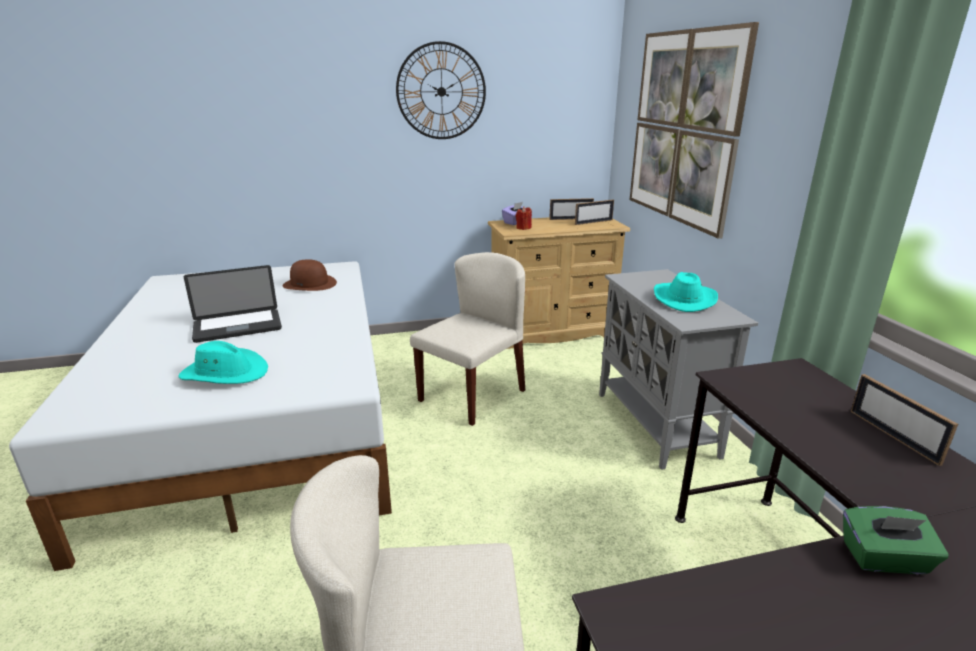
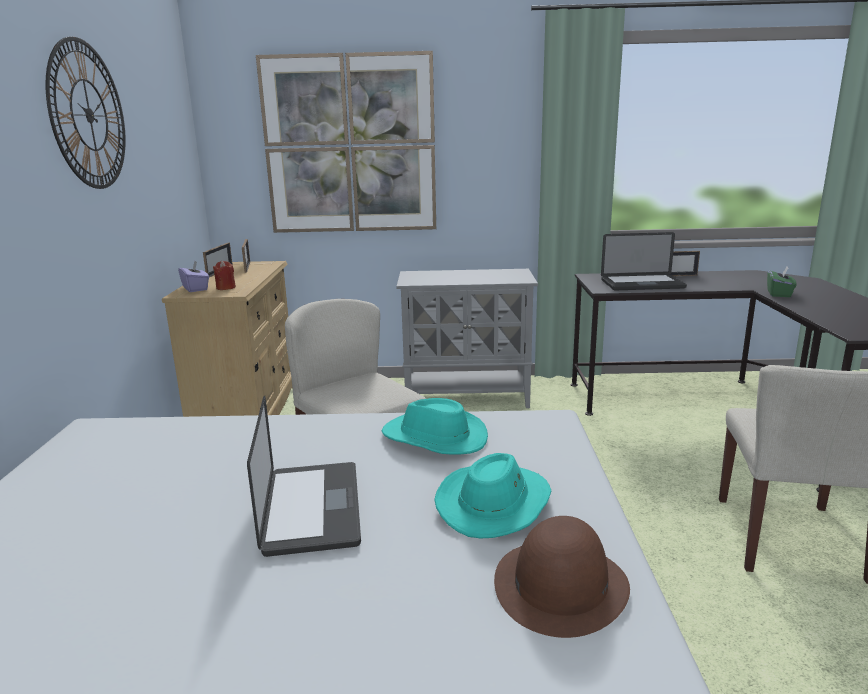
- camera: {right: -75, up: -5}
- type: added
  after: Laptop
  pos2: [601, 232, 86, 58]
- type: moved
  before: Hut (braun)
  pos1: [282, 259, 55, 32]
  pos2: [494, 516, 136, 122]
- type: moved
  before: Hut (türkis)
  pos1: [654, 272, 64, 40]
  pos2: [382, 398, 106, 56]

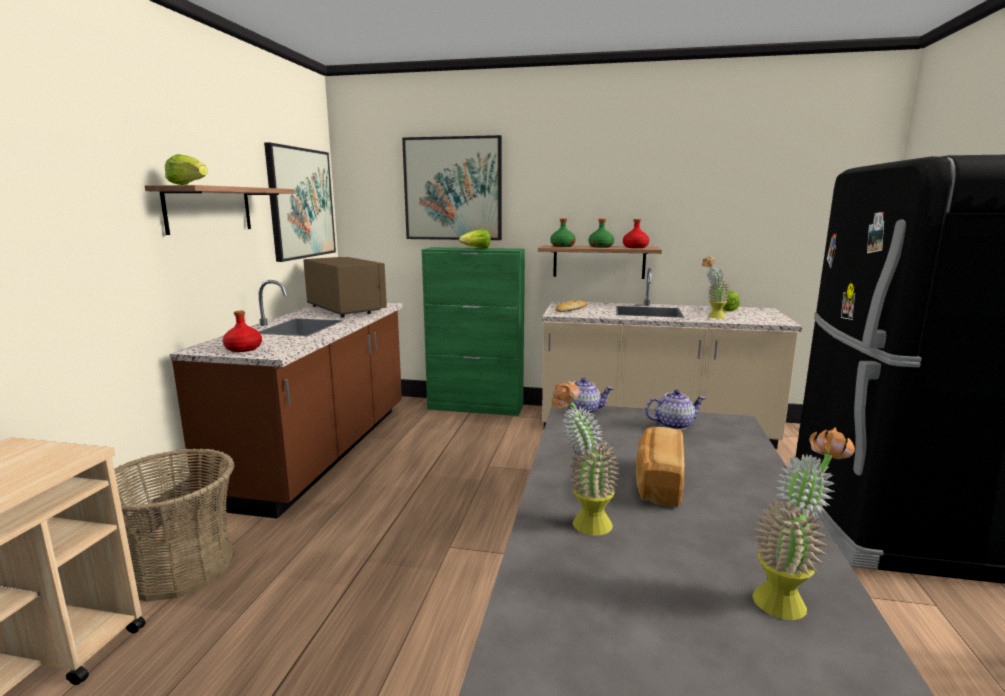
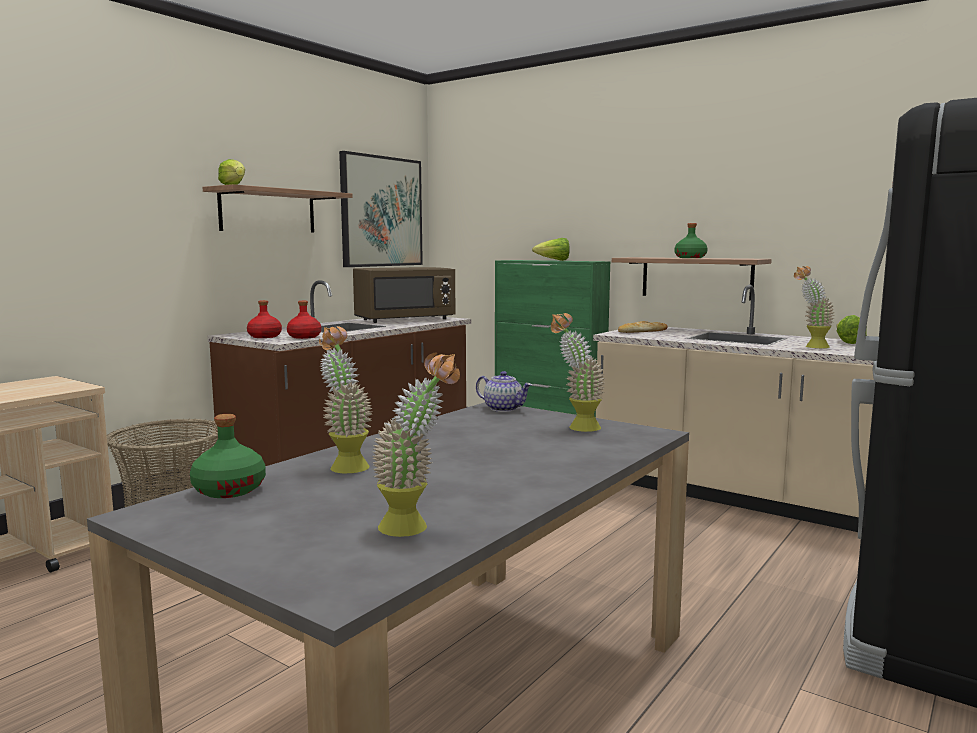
- camera: {right: 25, up: -5}
- type: removed
  before: Bild
  pos1: [402, 135, 100, 105]
- type: removed
  before: Brot
  pos1: [636, 427, 48, 80]
- type: moved
  before: Flasche (grün)
  pos1: [550, 218, 26, 29]
  pos2: [190, 414, 76, 84]
- type: moved
  before: Flasche (rot)
  pos1: [623, 219, 26, 29]
  pos2: [287, 301, 34, 38]
- type: replaced
  before: Teekanne
  after: Topfpflanze
  pos1: [645, 390, 61, 40]
  pos2: [551, 313, 54, 119]
- type: turned
  before: Mikrowelle (braun)
  pos1: [303, 257, 84, 60]
  pos2: [353, 267, 102, 56]
  turn: 75

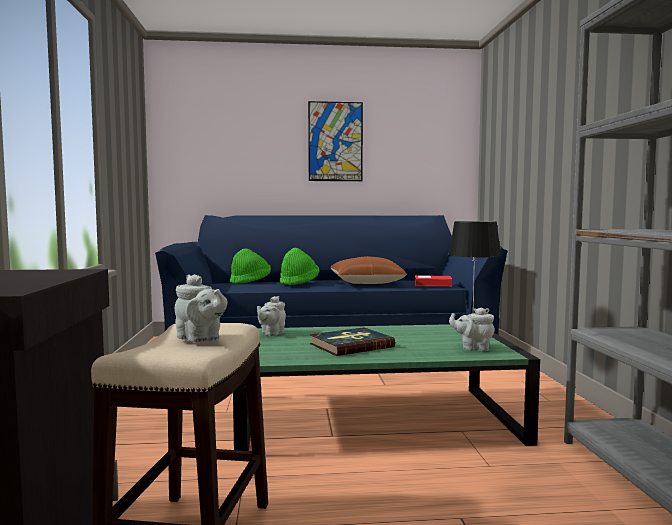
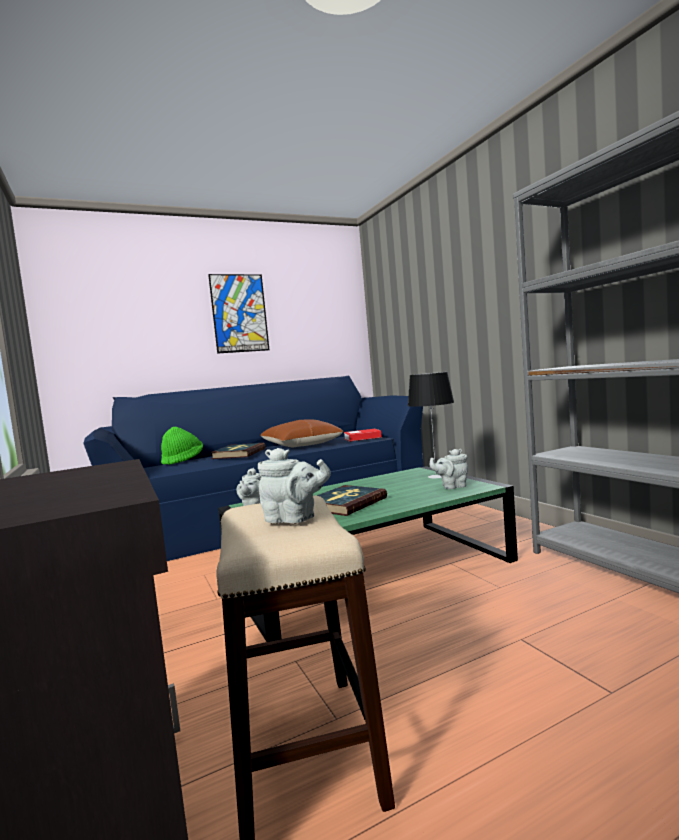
- camera: {right: -20, up: 0}
- type: replaced
  before: Hut (grün)
  after: Buch
  pos1: [280, 248, 40, 37]
  pos2: [210, 443, 56, 16]

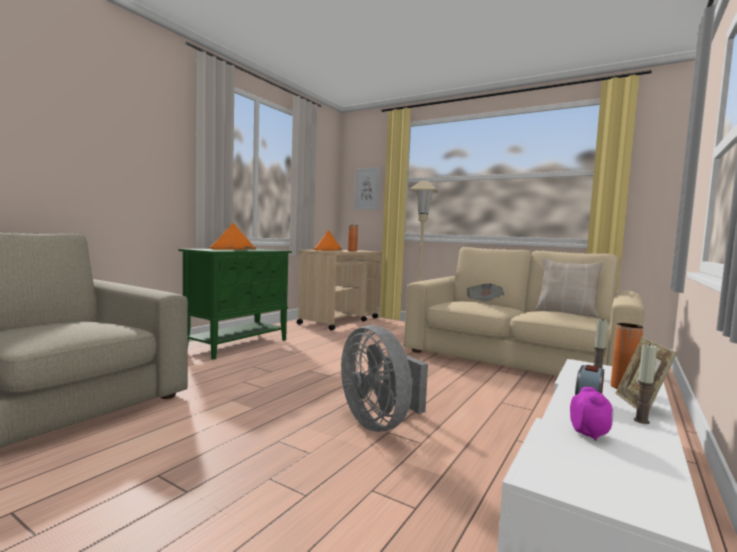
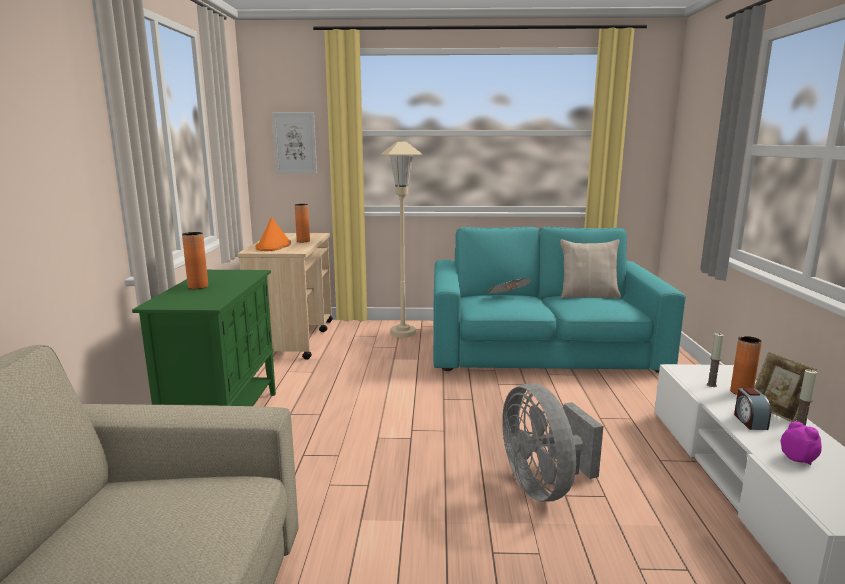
- camera: {right: -30, up: 10}
- type: replaced
  before: Hut (orange)
  after: Vase (orange)
  pos1: [210, 223, 46, 27]
  pos2: [182, 232, 26, 57]
- type: recoloured
  before: Sofa (beige)
  after: Sofa (türkis)
  pos1: [404, 247, 240, 129]
  pos2: [433, 227, 253, 146]
- type: turned
  before: Ventilator (grau)
  pos1: [341, 325, 87, 107]
  pos2: [502, 383, 101, 119]
  turn: 45

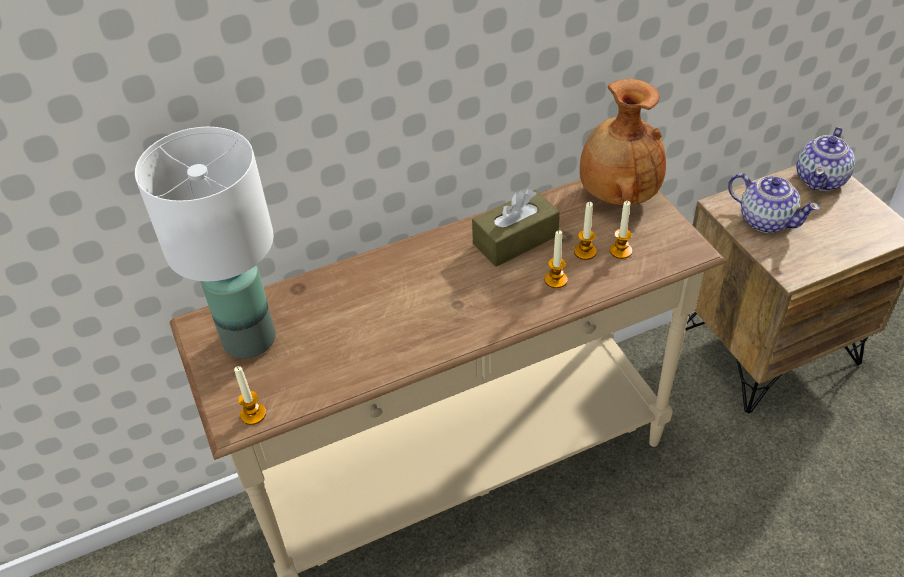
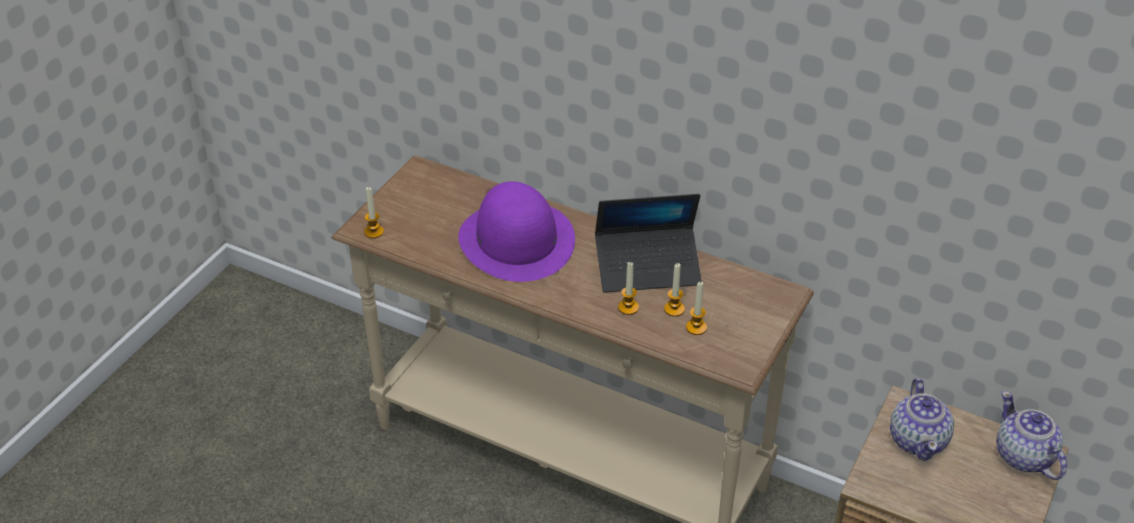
- camera: {right: 50, up: -5}
- type: removed
  before: Tischlampe (weiß)
  pos1: [135, 127, 141, 232]
- type: removed
  before: Vase (braun)
  pos1: [580, 78, 86, 127]
- type: added
  after: Hut (lila)
  pos2: [458, 181, 117, 101]
- type: replaced
  before: Taschentuchbox (braun)
  after: Laptop
  pos1: [472, 189, 88, 78]
  pos2: [595, 194, 107, 99]
- type: turned
  before: Teekanne
  pos1: [796, 127, 59, 64]
  pos2: [996, 391, 71, 89]
  turn: 75

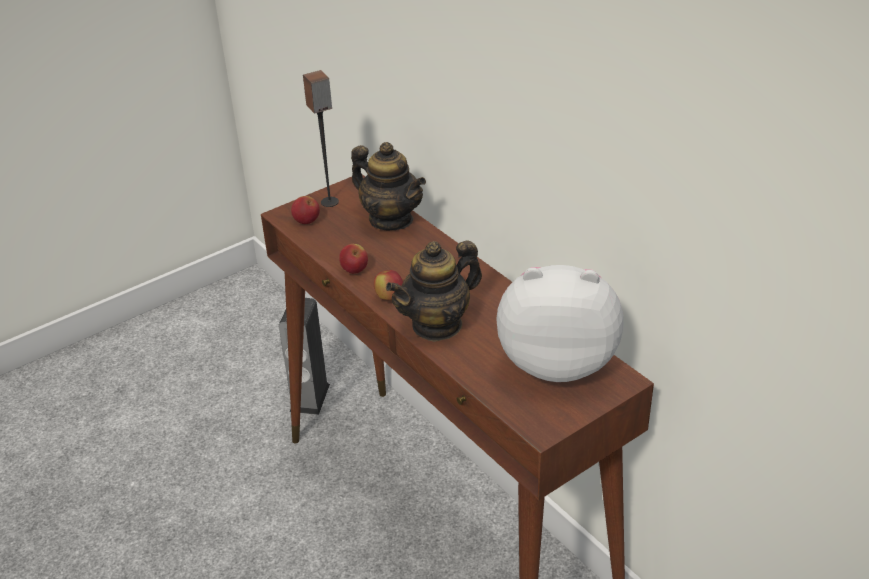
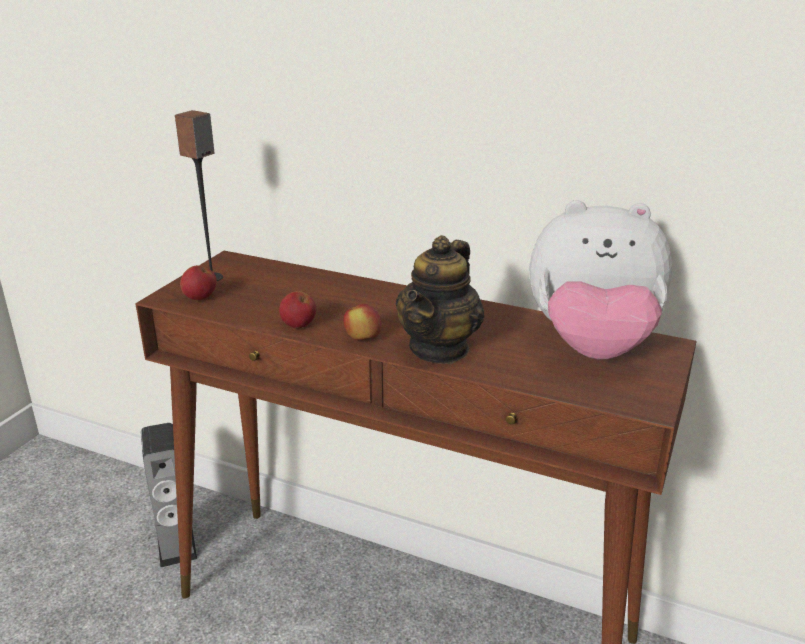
- camera: {right: -30, up: -10}
- type: removed
  before: Teekanne
  pos1: [351, 142, 75, 88]
- type: turned
  before: Plüschtier
  pos1: [496, 265, 128, 117]
  pos2: [529, 200, 143, 160]
  turn: -150

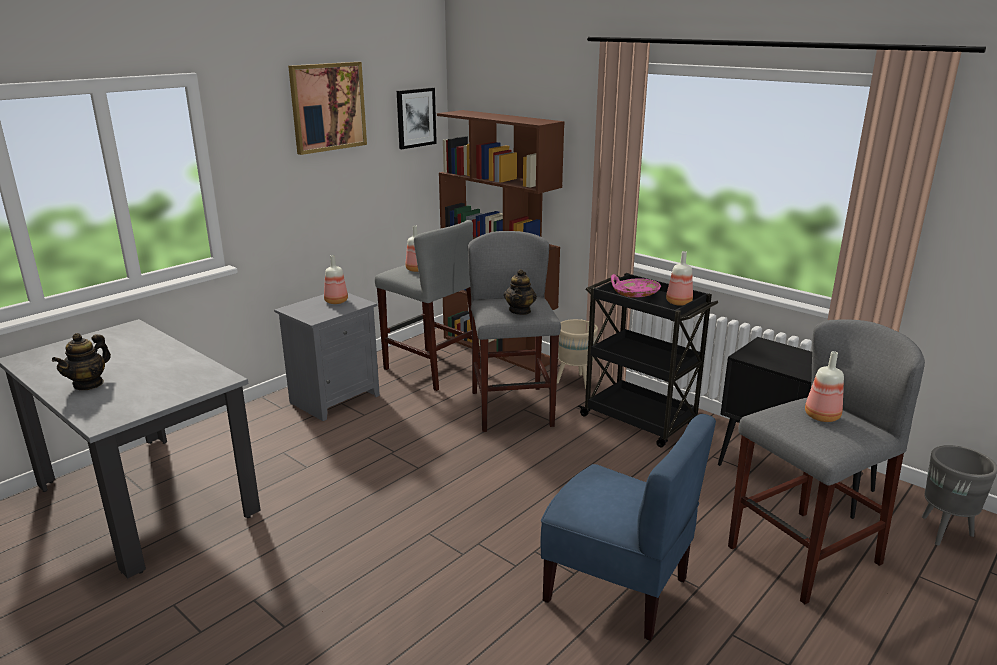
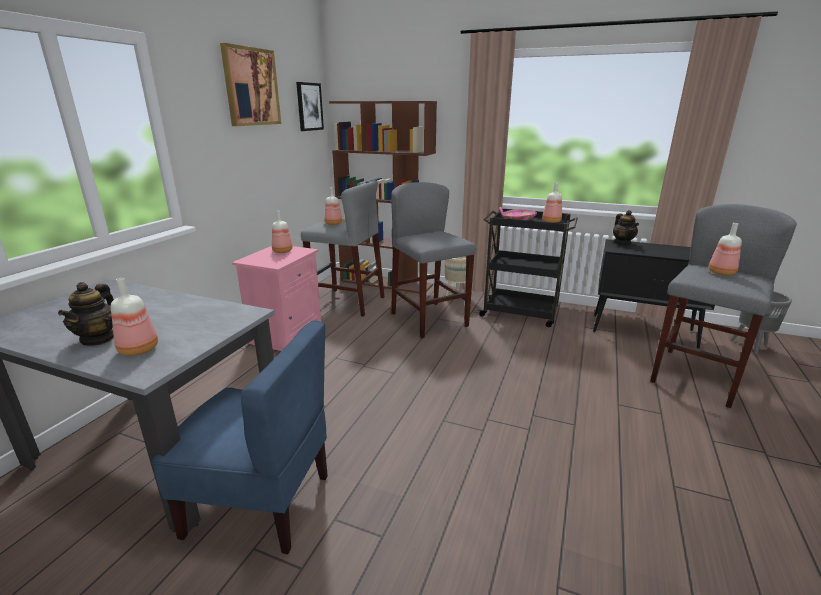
- camera: {right: -20, up: 0}
- type: added
  after: Flasche
  pos2: [111, 278, 47, 78]
- type: moved
  before: Teekanne
  pos1: [504, 269, 33, 46]
  pos2: [613, 210, 26, 35]
- type: moved
  before: Stuhl (blau)
  pos1: [540, 414, 176, 227]
  pos2: [151, 321, 177, 233]
- type: recoloured
  before: Nachttisch (grau)
  after: Nachttisch (rosa)
  pos1: [274, 293, 106, 128]
  pos2: [232, 246, 89, 105]

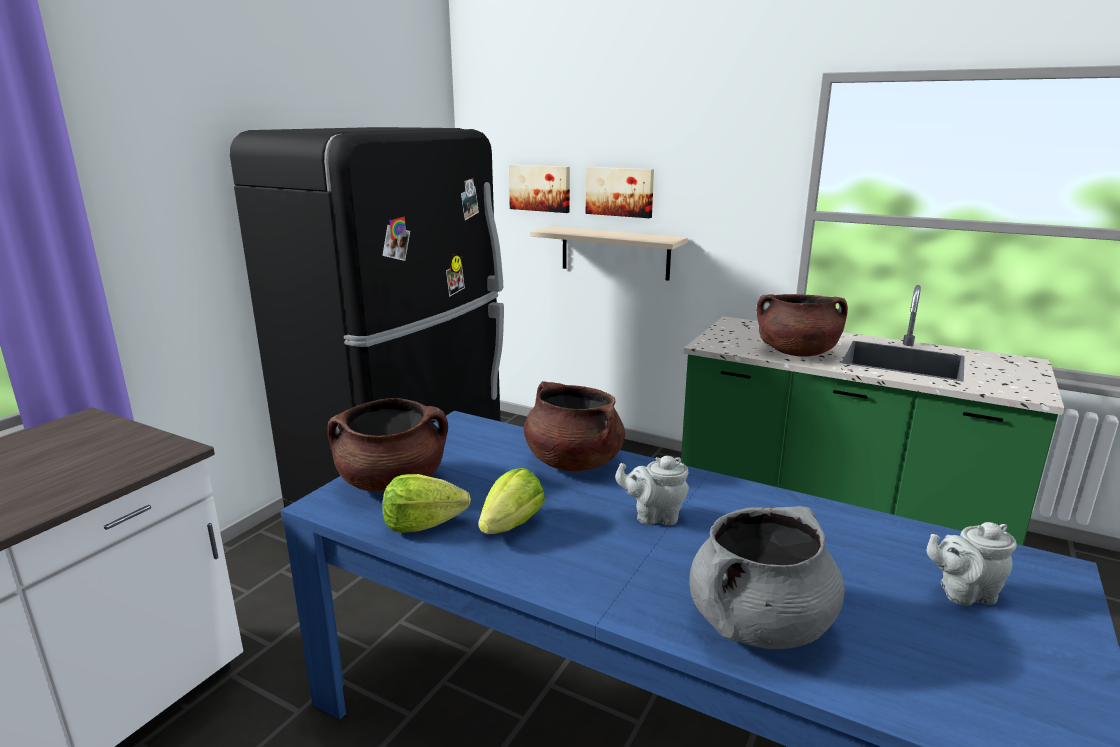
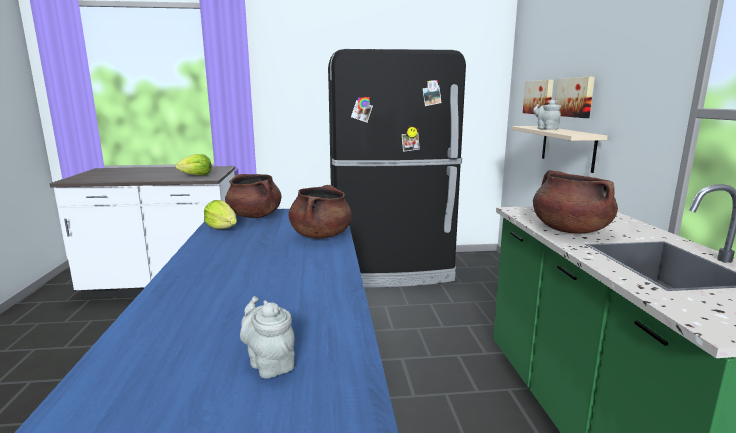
- camera: {right: 55, up: -5}
- type: removed
  before: Kochtopf (grau)
  pos1: [689, 506, 156, 143]
- type: moved
  before: Salatkopf
  pos1: [478, 468, 67, 66]
  pos2: [176, 154, 36, 21]
- type: moved
  before: Teekanne (grau)
  pos1: [615, 456, 74, 69]
  pos2: [533, 99, 28, 31]

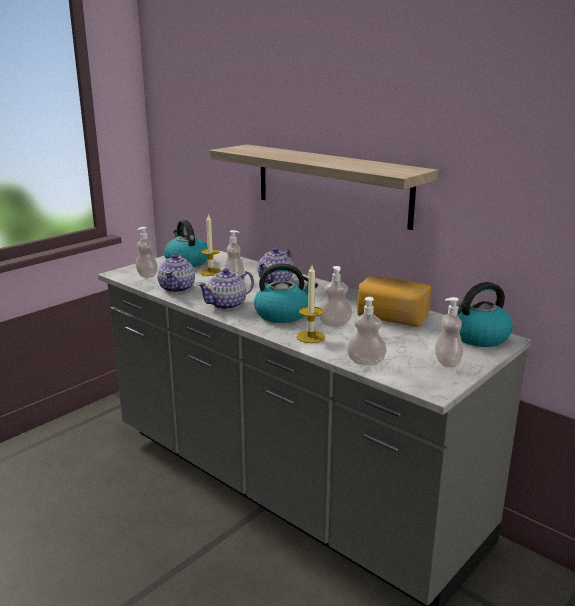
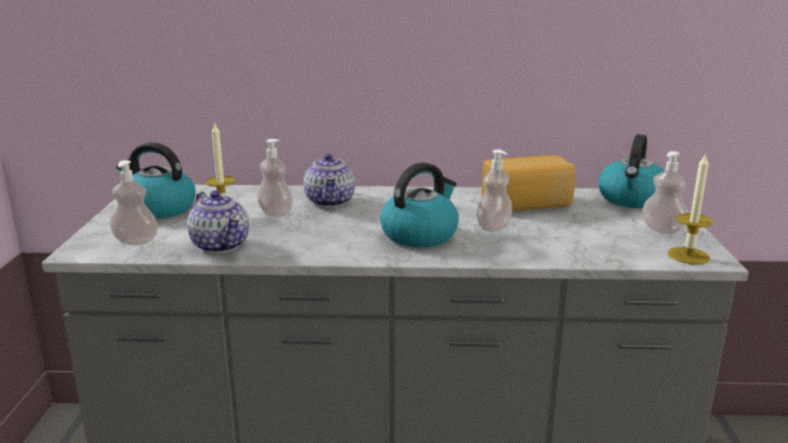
- camera: {right: -40, up: 0}
- type: removed
  before: Teekanne
  pos1: [197, 268, 57, 42]
- type: removed
  before: Wandregal
  pos1: [210, 144, 229, 86]
- type: removed
  before: Seifenspender
  pos1: [347, 297, 40, 69]
- type: moved
  before: Kerze
  pos1: [297, 265, 28, 78]
  pos2: [668, 152, 45, 112]

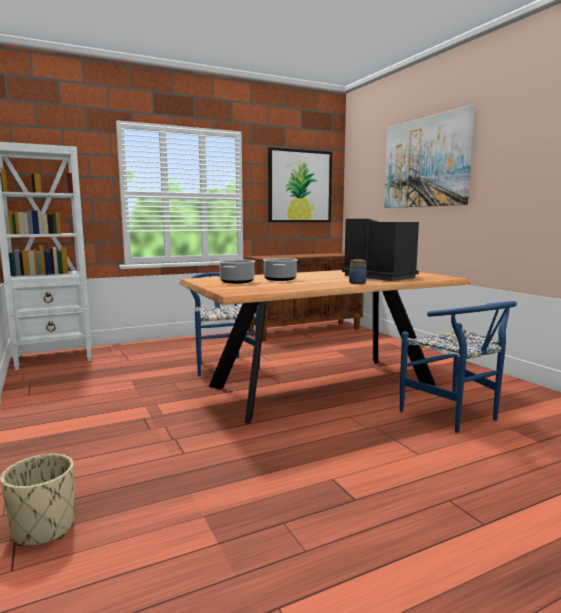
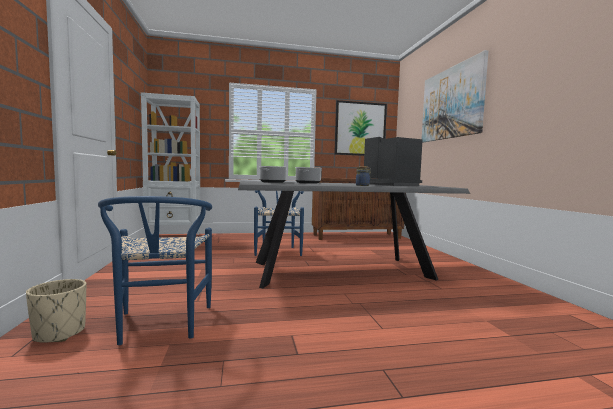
- camera: {right: 15, up: -5}
- type: moved
  before: Stuhl (blau)
  pos1: [400, 301, 117, 132]
  pos2: [98, 196, 114, 149]
- type: recoloured
  before: Esstisch (braun)
  after: Esstisch (grau)
  pos1: [179, 270, 291, 153]
  pos2: [238, 181, 232, 107]

